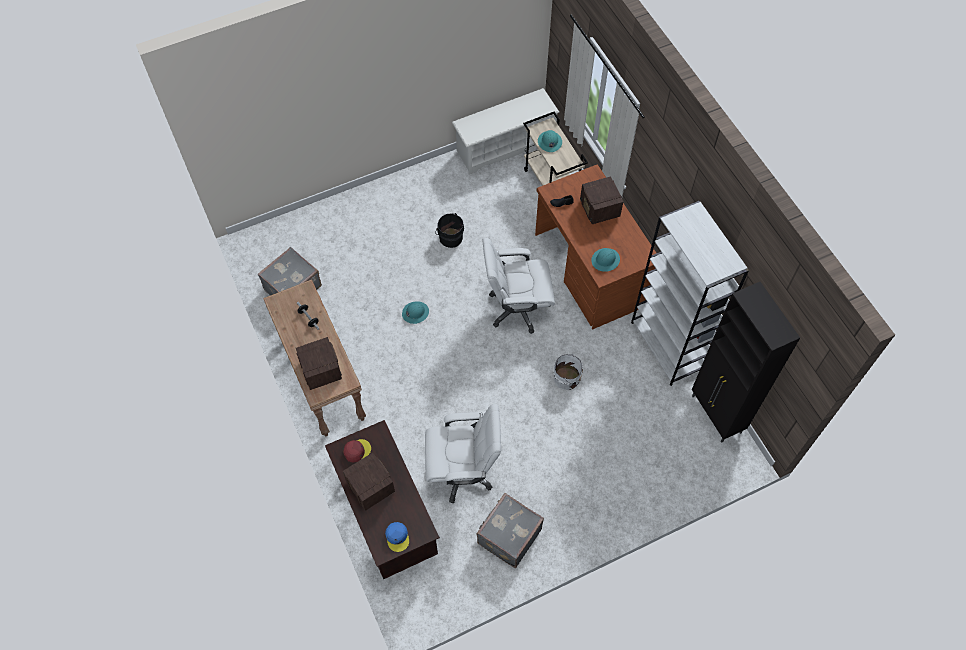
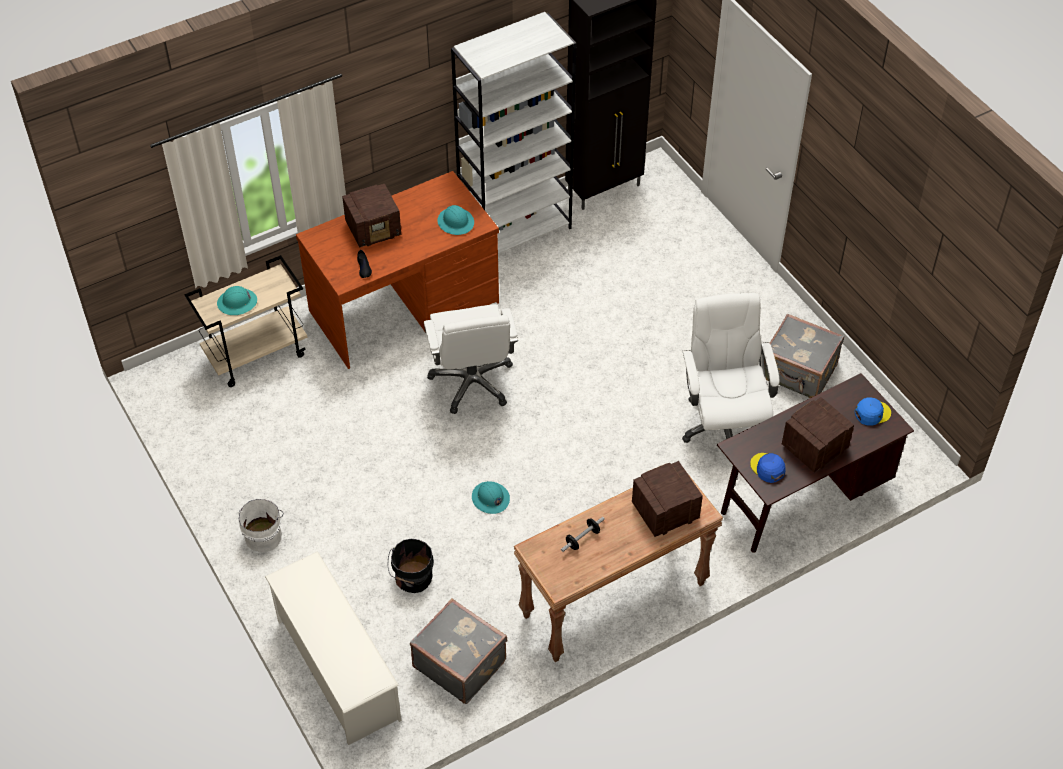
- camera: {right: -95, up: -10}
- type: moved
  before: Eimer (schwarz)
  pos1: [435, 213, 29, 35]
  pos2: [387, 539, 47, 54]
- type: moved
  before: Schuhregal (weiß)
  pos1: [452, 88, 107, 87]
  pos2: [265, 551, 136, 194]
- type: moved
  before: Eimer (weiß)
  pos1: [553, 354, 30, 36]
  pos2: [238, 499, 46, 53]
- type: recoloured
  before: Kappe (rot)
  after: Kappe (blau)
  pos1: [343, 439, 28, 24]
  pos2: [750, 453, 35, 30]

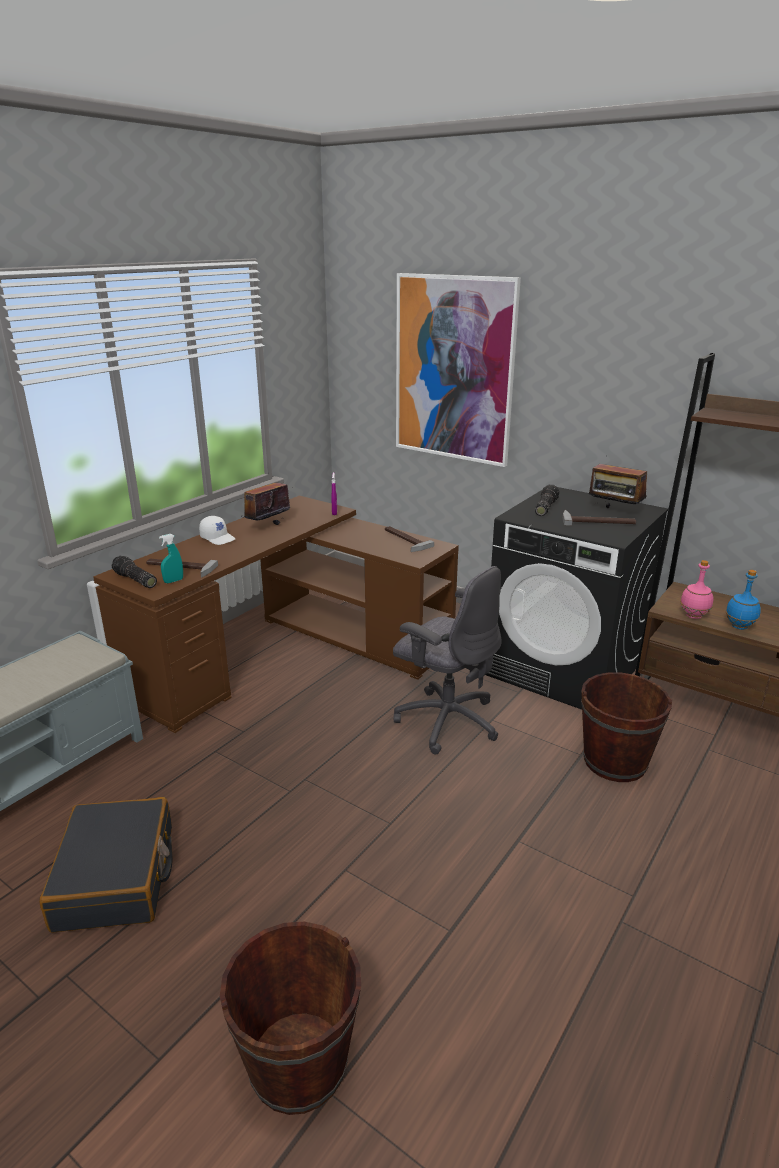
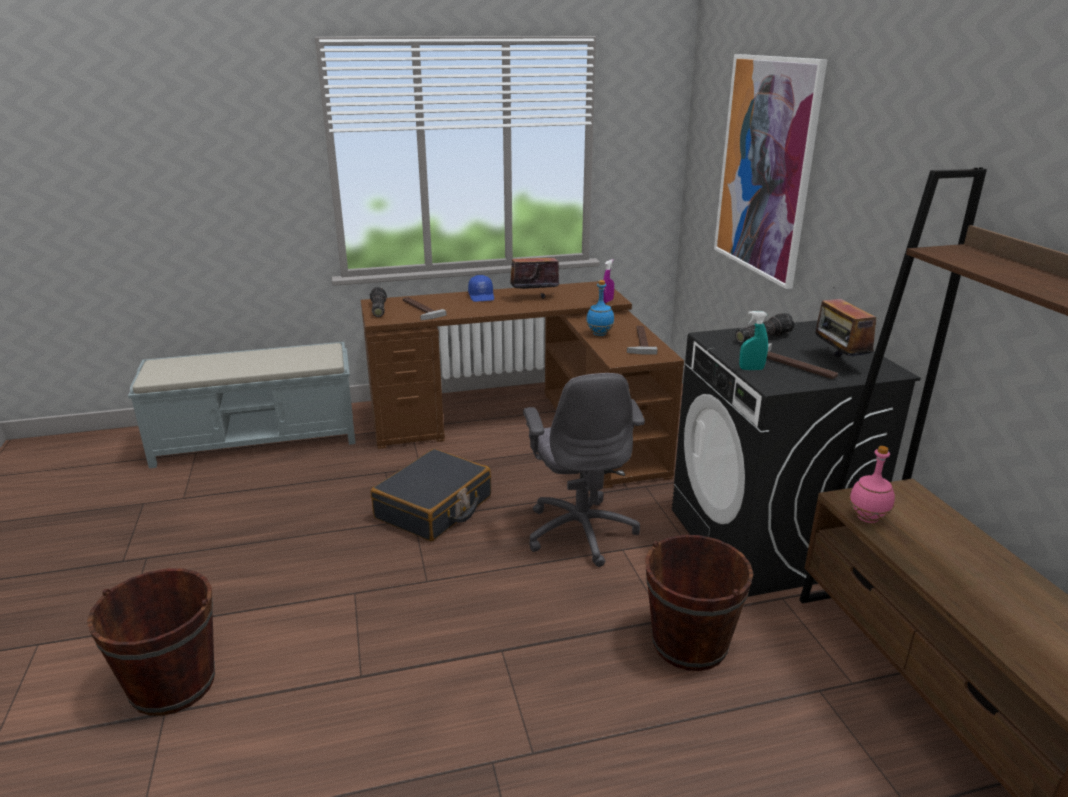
- camera: {right: 40, up: 0}
- type: moved
  before: Koffer (schwarz)
  pos1: [39, 797, 134, 136]
  pos2: [371, 449, 120, 92]
- type: moved
  before: Sprühflasche (türkis)
  pos1: [159, 534, 24, 49]
  pos2: [739, 311, 29, 59]
- type: moved
  before: Flasche (blau)
  pos1: [726, 570, 35, 60]
  pos2: [586, 280, 28, 56]
- type: recoloured
  before: Kappe (weiß)
  after: Kappe (blau)
  pos1: [199, 516, 36, 29]
  pos2: [468, 275, 26, 27]

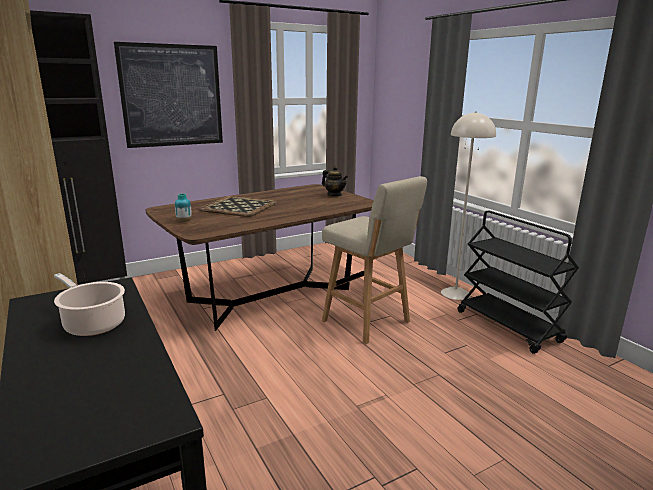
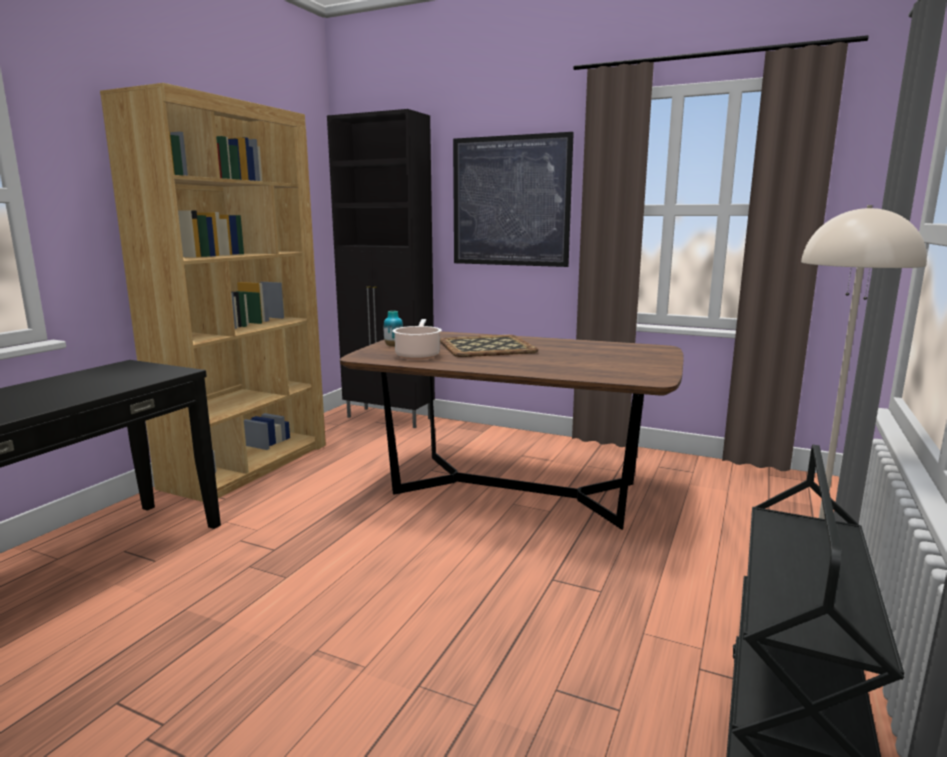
- camera: {right: 55, up: -5}
- type: removed
  before: Teekanne
  pos1: [322, 166, 26, 30]
- type: removed
  before: Hocker (beige)
  pos1: [322, 176, 105, 168]
- type: moved
  before: Kochtopf
  pos1: [54, 273, 71, 63]
  pos2: [393, 319, 49, 40]

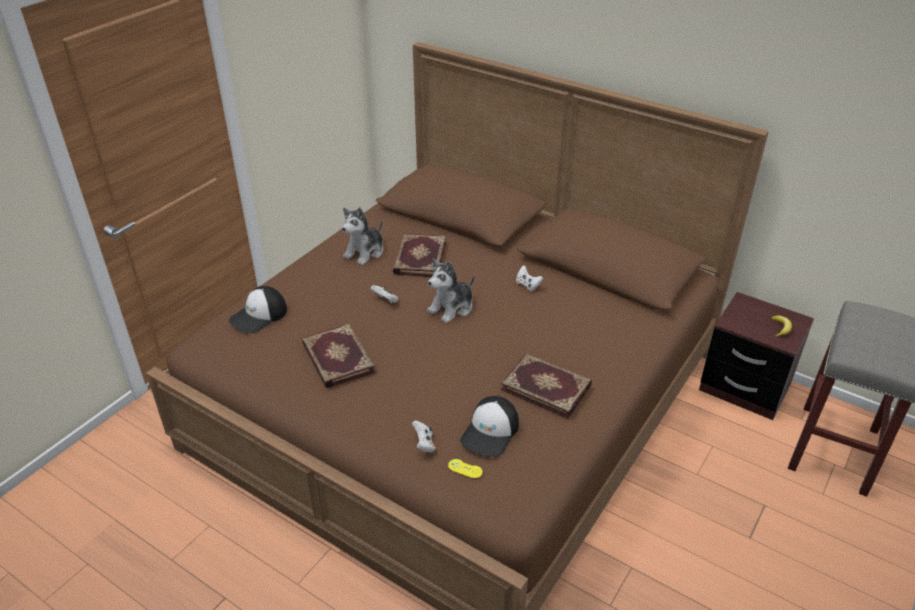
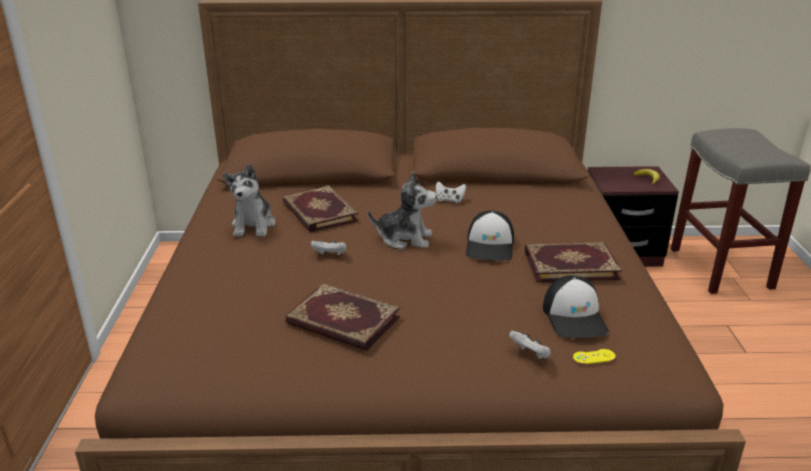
- camera: {right: -35, up: -10}
- type: moved
  before: Kappe
  pos1: [229, 286, 58, 47]
  pos2: [466, 210, 48, 51]
- type: turned
  before: Plüschtier
  pos1: [427, 259, 48, 64]
  pos2: [368, 172, 69, 78]
  turn: -90

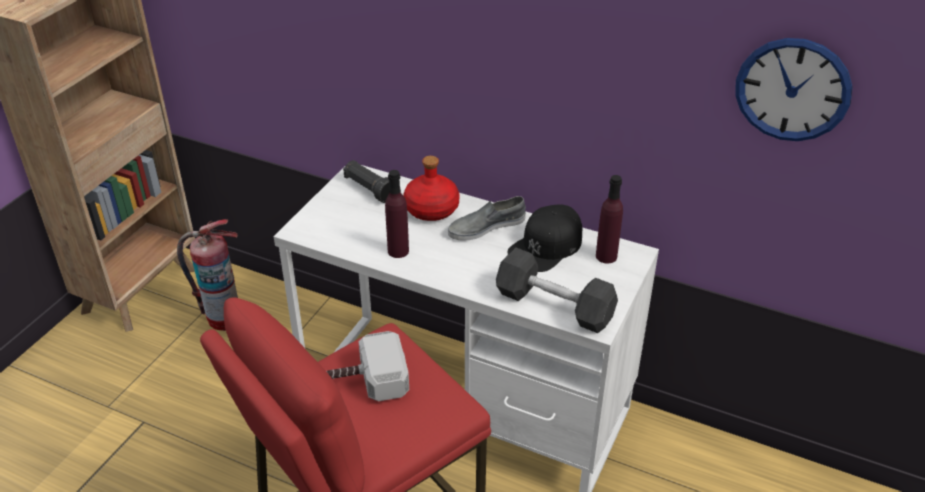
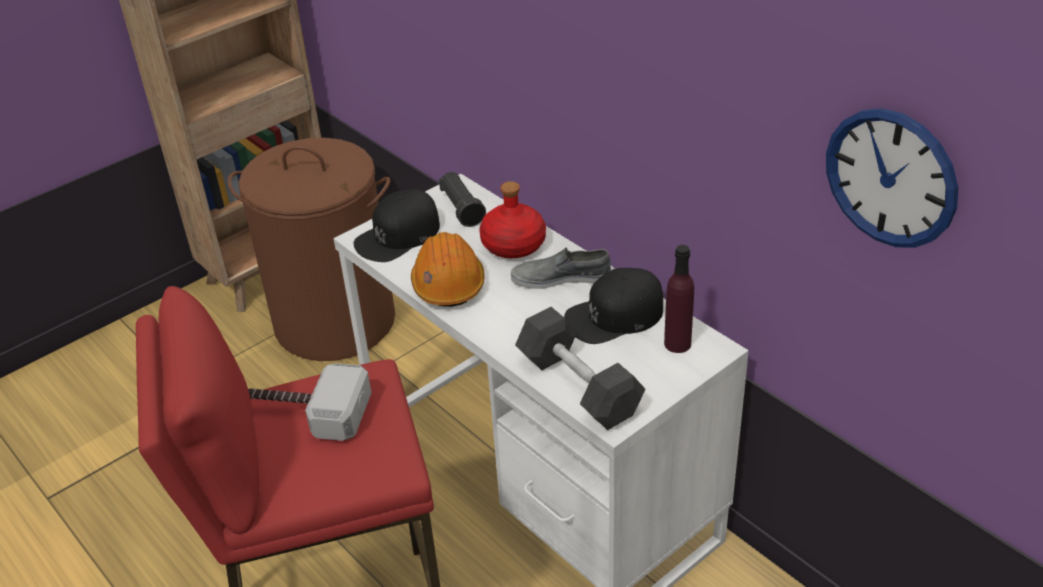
- camera: {right: 25, up: 0}
- type: added
  after: Kappe (schwarz)
  pos2: [354, 189, 86, 73]
- type: replaced
  before: Feuerlöscher
  after: Wäschekorb (braun)
  pos1: [177, 219, 61, 112]
  pos2: [228, 138, 167, 223]
- type: replaced
  before: Flasche (lila)
  after: Schutzhelm (orange)
  pos1: [385, 170, 24, 88]
  pos2: [411, 232, 73, 75]

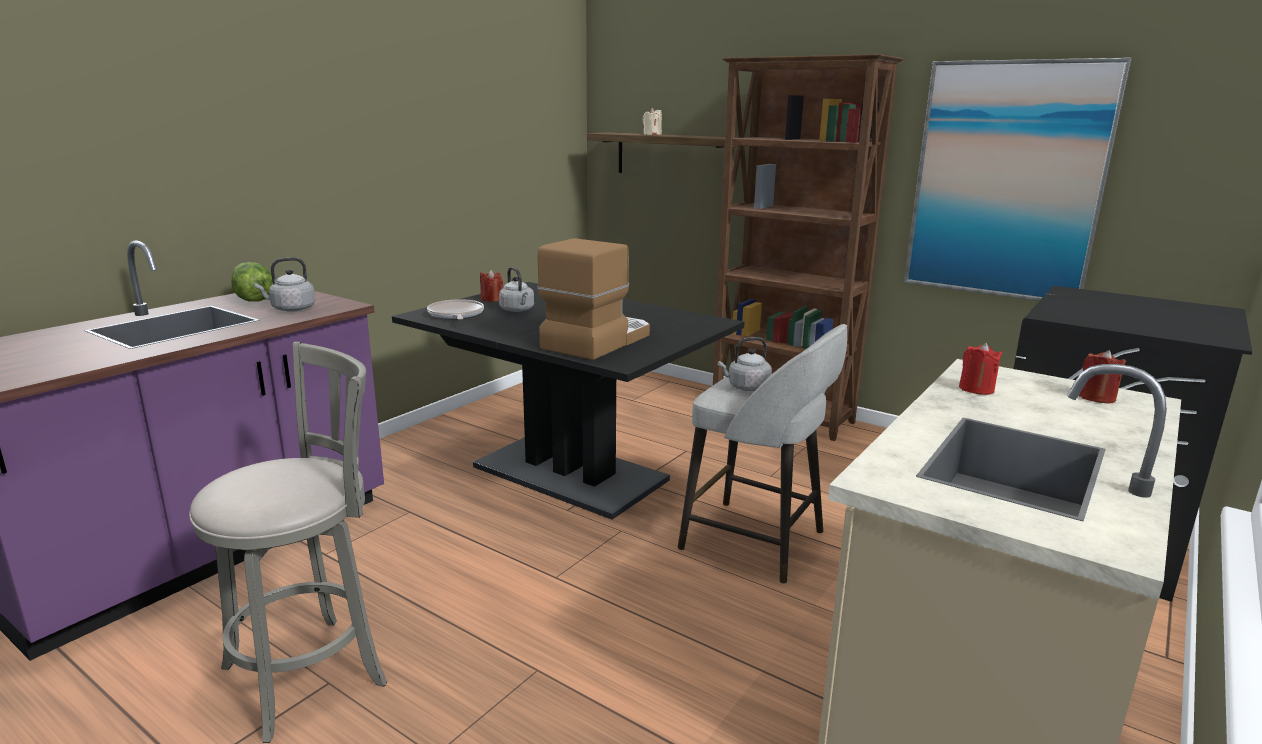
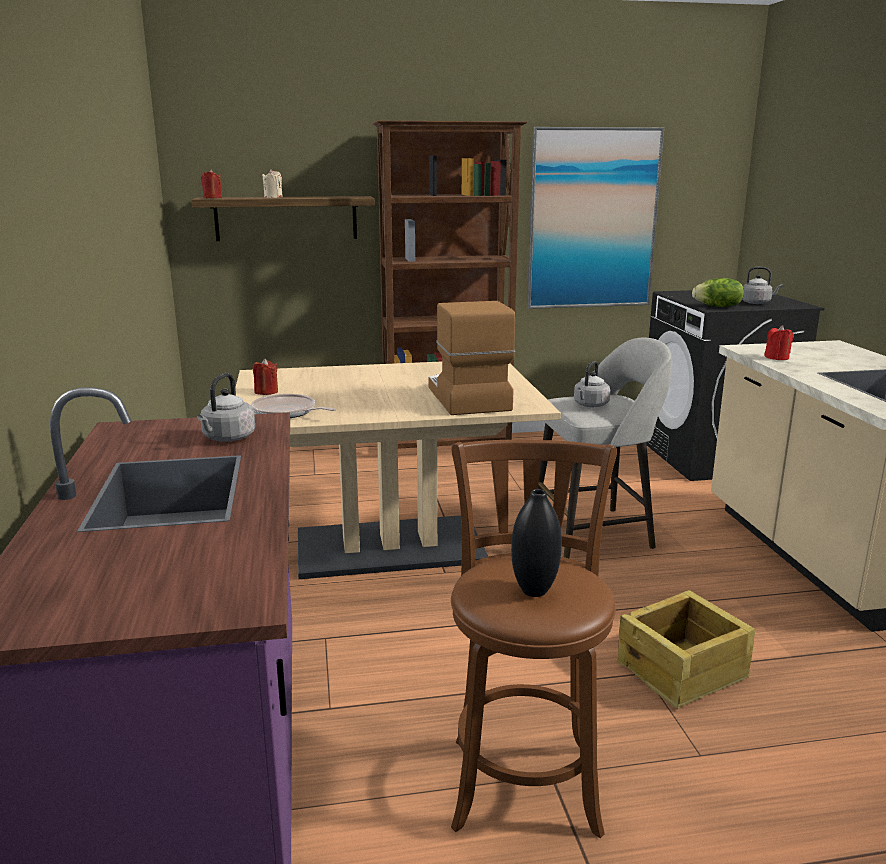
- camera: {right: -45, up: 0}
- type: added
  after: Vase (schwarz)
  pos2: [511, 489, 51, 108]
- type: added
  after: Kiste
  pos2: [618, 590, 137, 120]
- type: moved
  before: Salatkopf
  pos1: [231, 262, 42, 40]
  pos2: [692, 278, 52, 29]
- type: moved
  before: Wasserkessel (grau)
  pos1: [499, 267, 35, 45]
  pos2: [742, 267, 41, 37]
- type: moved
  before: Kerze (rot)
  pos1: [1079, 350, 47, 53]
  pos2: [201, 170, 21, 28]
- type: recoloured
  before: Hocker (grau)
  after: Hocker (braun)
  pos1: [189, 342, 198, 401]
  pos2: [451, 440, 166, 398]
- type: recoloured
  before: Esstisch (schwarz)
  after: Esstisch (beige)
  pos1: [392, 282, 352, 238]
  pos2: [235, 361, 326, 218]

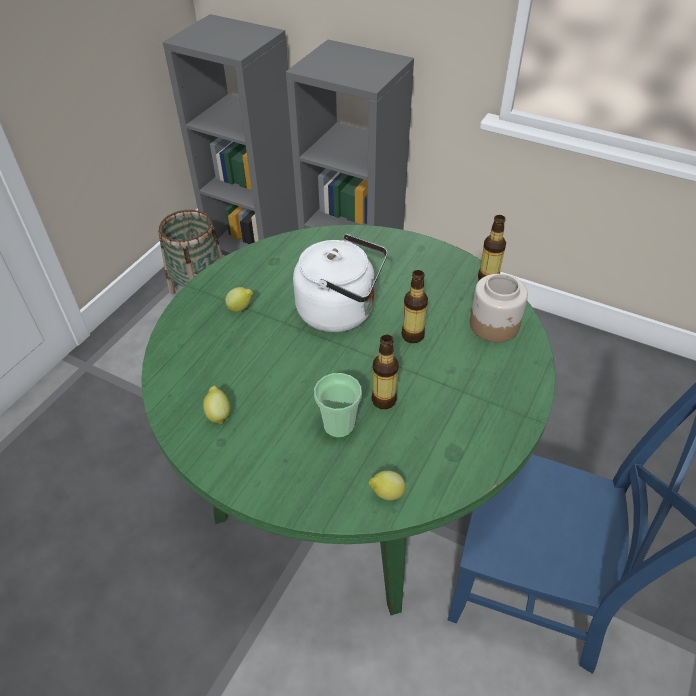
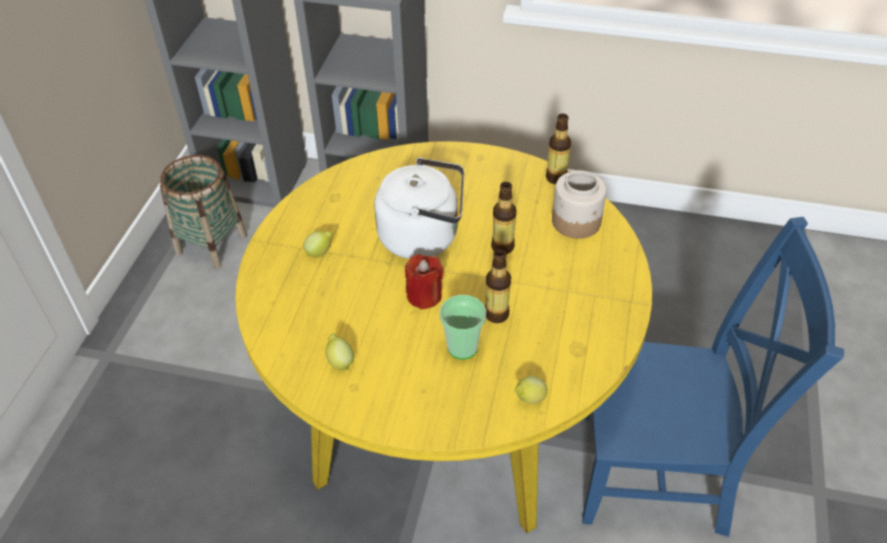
- camera: {right: -15, up: 0}
- type: added
  after: Kerze (rot)
  pos2: [405, 254, 39, 56]
- type: recoloured
  before: Esstisch (grün)
  after: Esstisch (gelb)
  pos1: [141, 225, 414, 390]
  pos2: [235, 141, 417, 392]

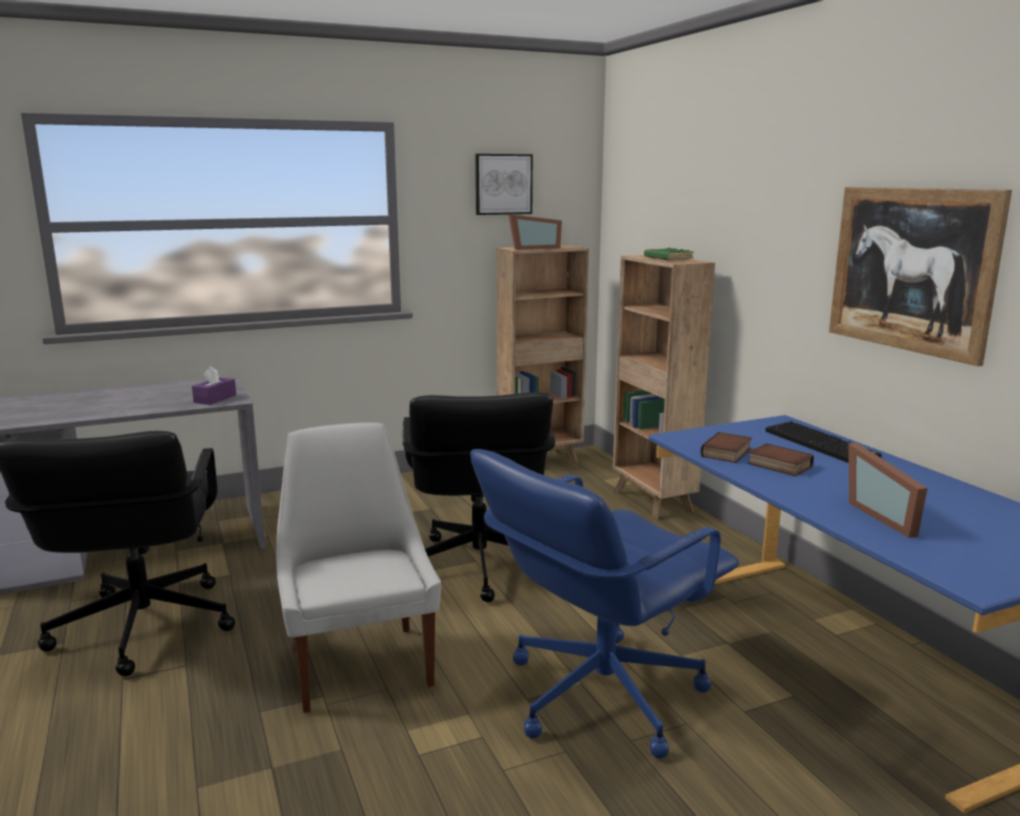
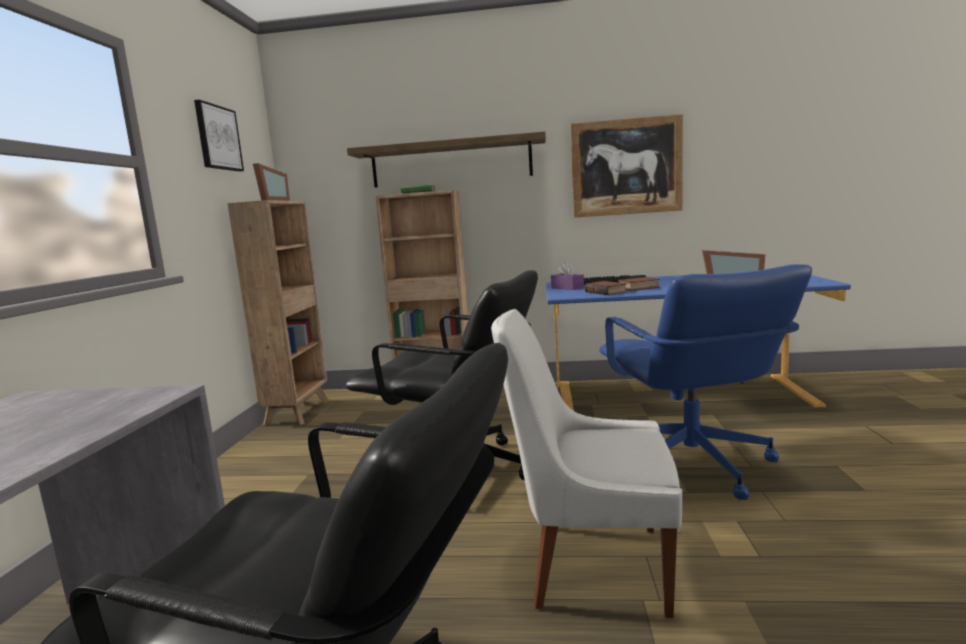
- camera: {right: -60, up: -5}
- type: added
  after: Wandregal
  pos2: [347, 131, 199, 57]
- type: moved
  before: Taschentuchbox (lila)
  pos1: [192, 366, 44, 39]
  pos2: [551, 262, 33, 28]

